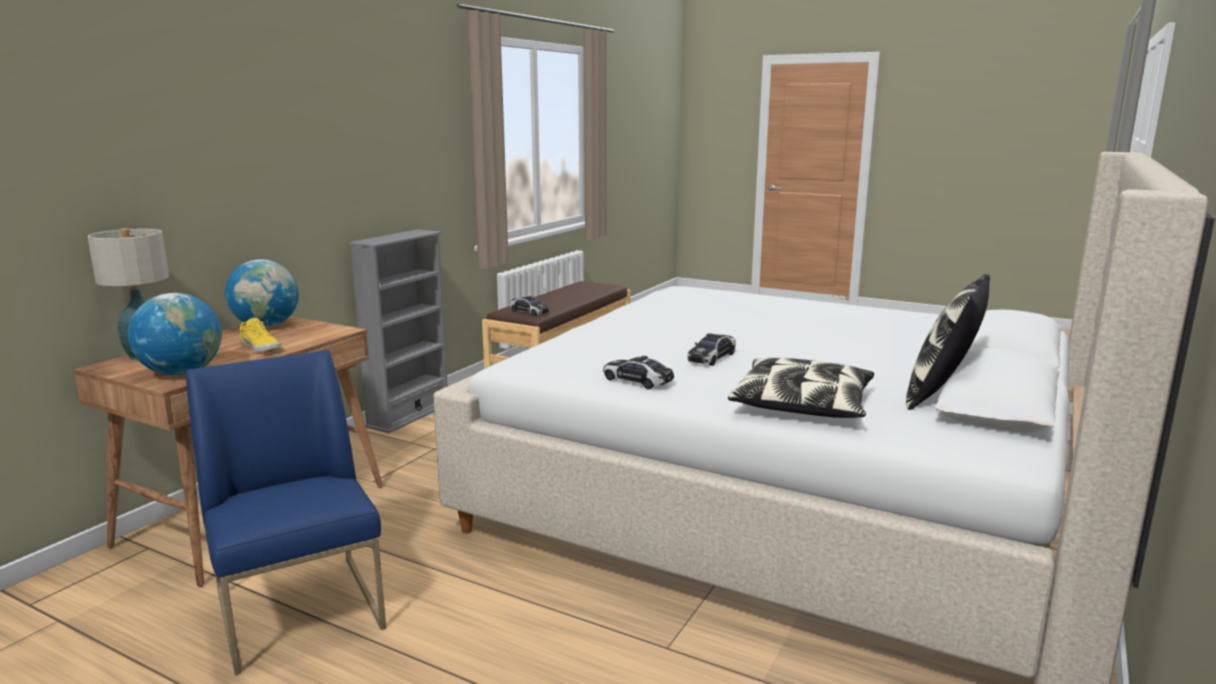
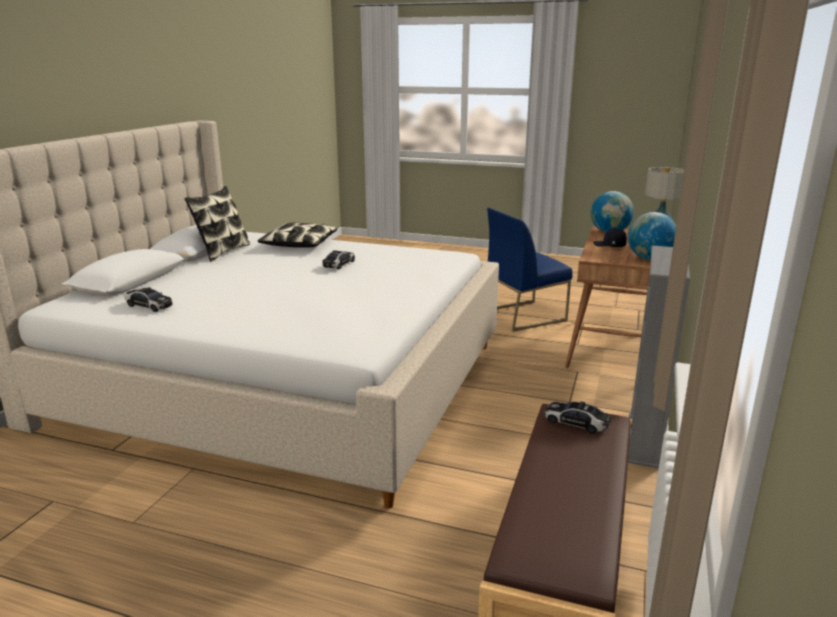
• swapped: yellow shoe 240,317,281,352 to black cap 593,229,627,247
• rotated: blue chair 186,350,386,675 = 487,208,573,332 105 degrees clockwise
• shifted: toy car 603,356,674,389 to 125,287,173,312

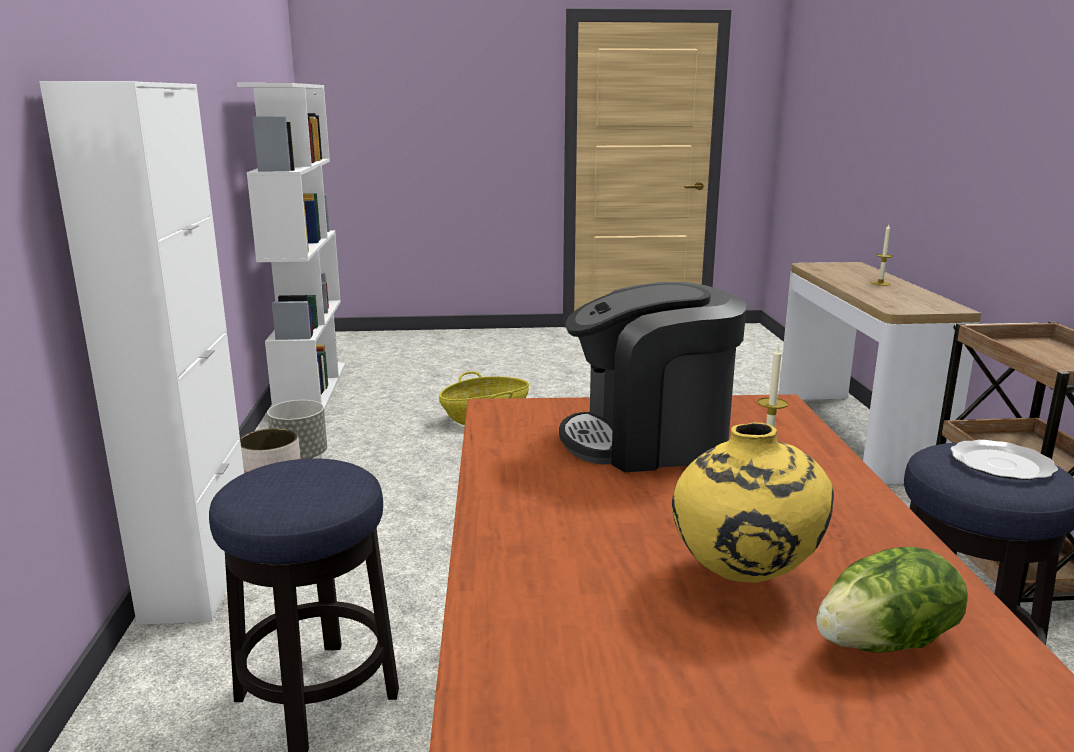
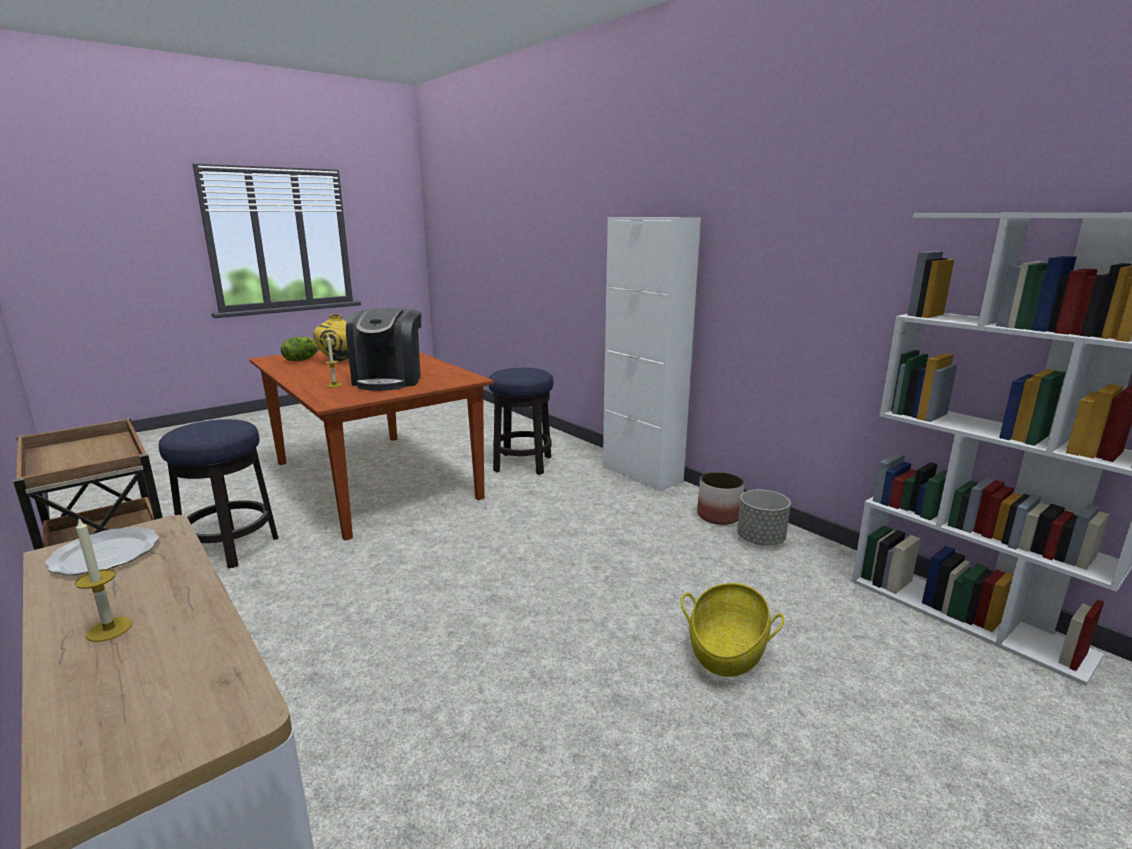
• rotated: coffee machine 559,282,746,472 = 346,308,421,391 135 degrees clockwise
• shifted: plate 950,440,1058,480 to 45,527,159,575

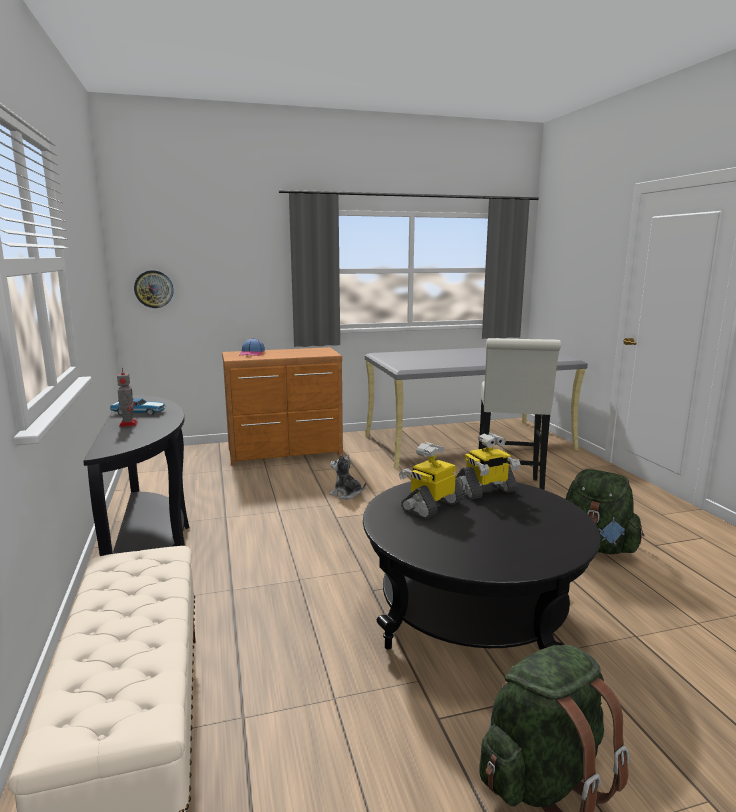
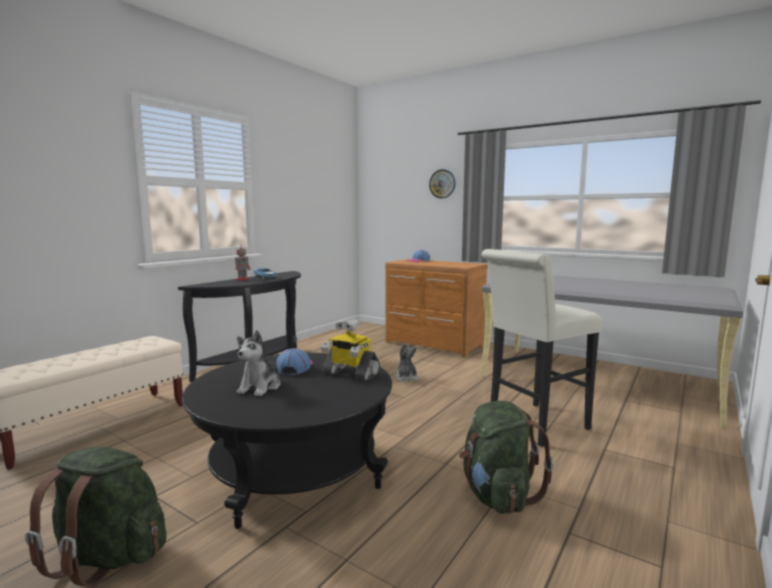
• shifted: wall clock 134,270,174,308 to 429,169,455,198
• swapped: toy robot 399,442,464,519 to cap 276,348,313,375
• new: plush toy 237,330,280,396

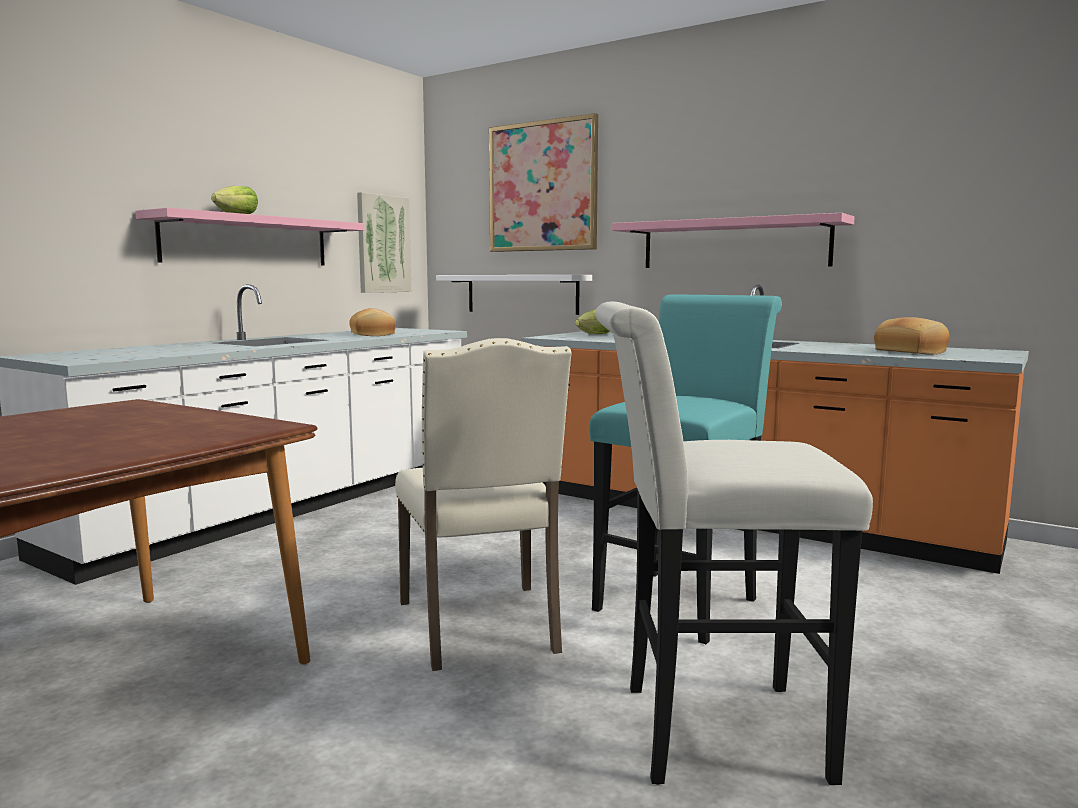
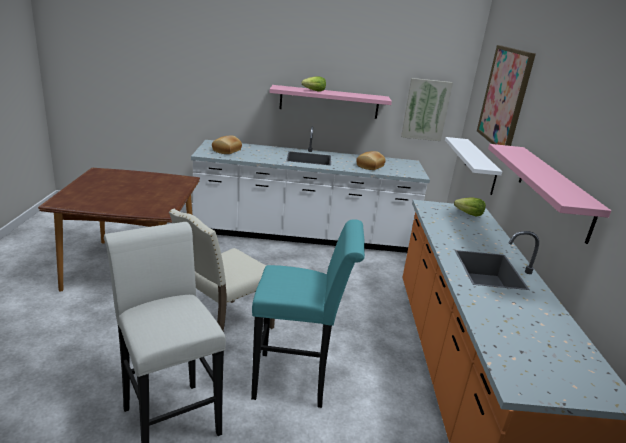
• shifted: bread 874,317,950,355 to 212,136,242,154

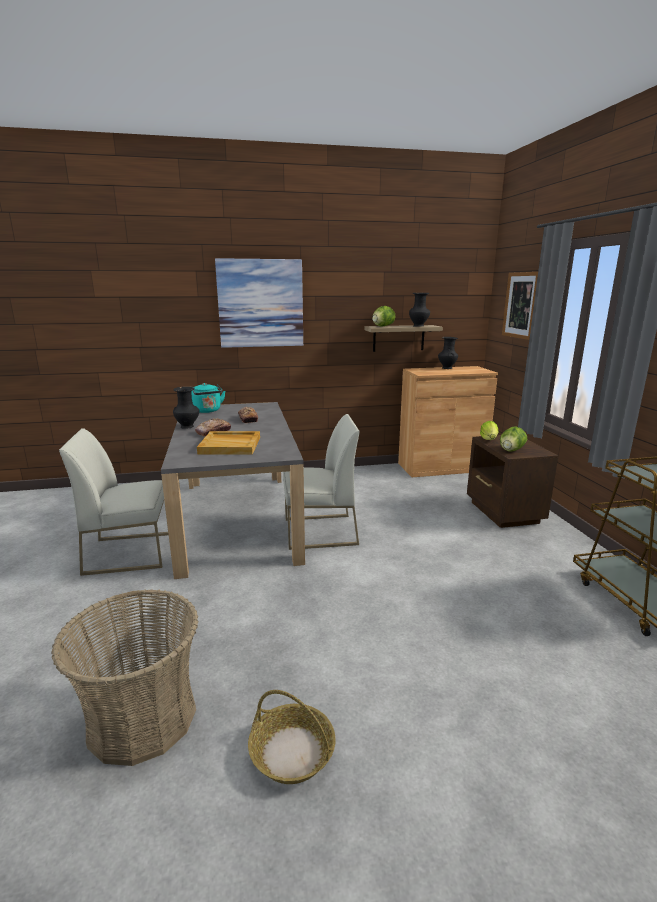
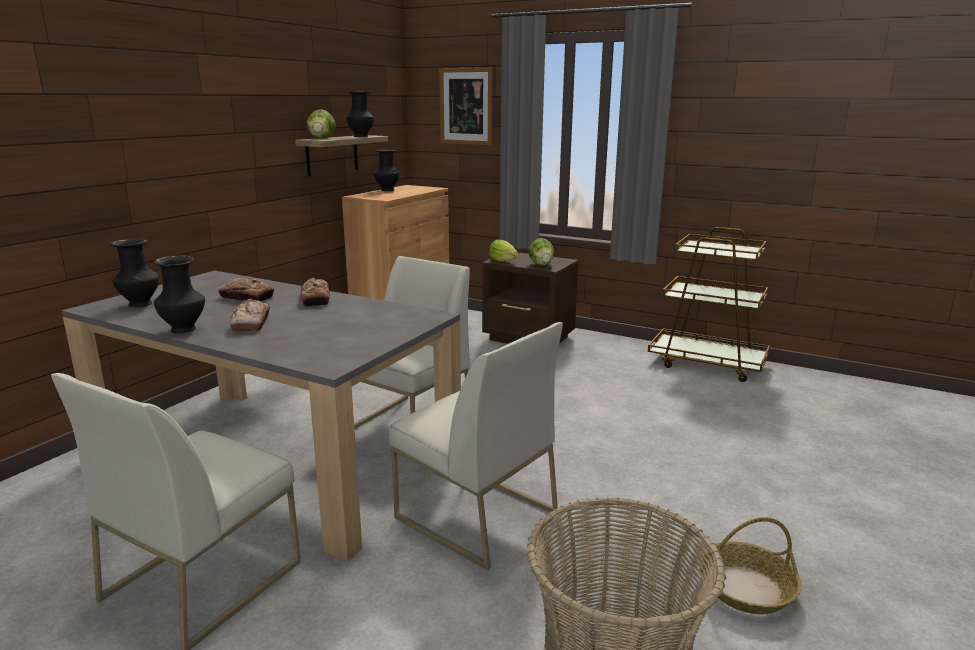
• gone: picture 215,258,303,348
• swapped: turquoise kettle 191,383,226,413 to black vase 110,238,159,307
• gone: beige tray 197,431,260,455
• new: bread 301,278,330,307
• new: white chair 389,322,563,570

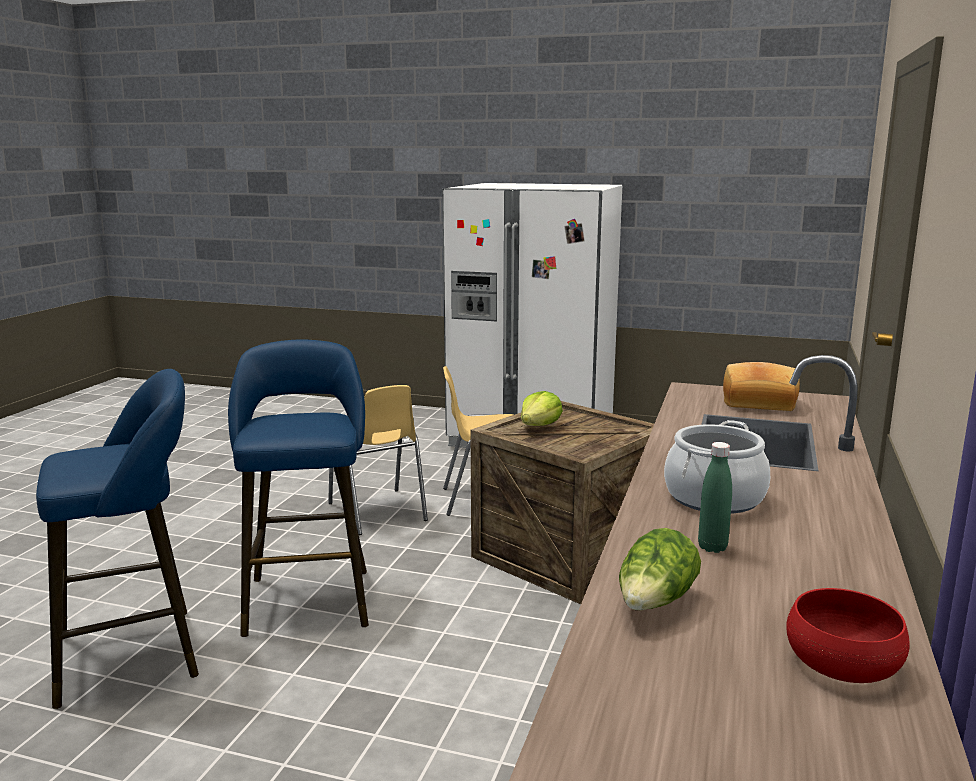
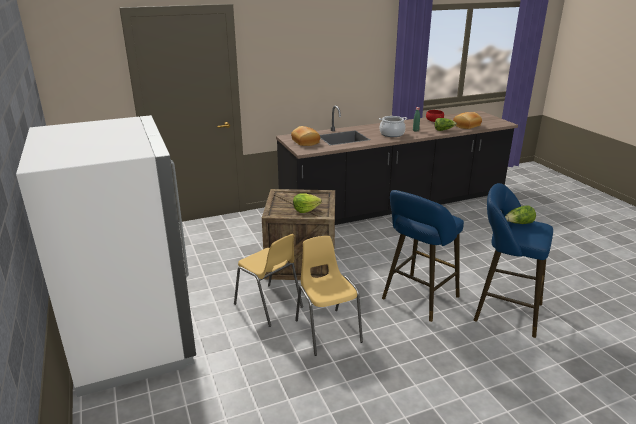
• rotated: yellow chair 328,385,428,535 = 295,236,363,356 45 degrees counterclockwise
• new: bread 453,112,482,129
• new: lettuce 505,206,536,224

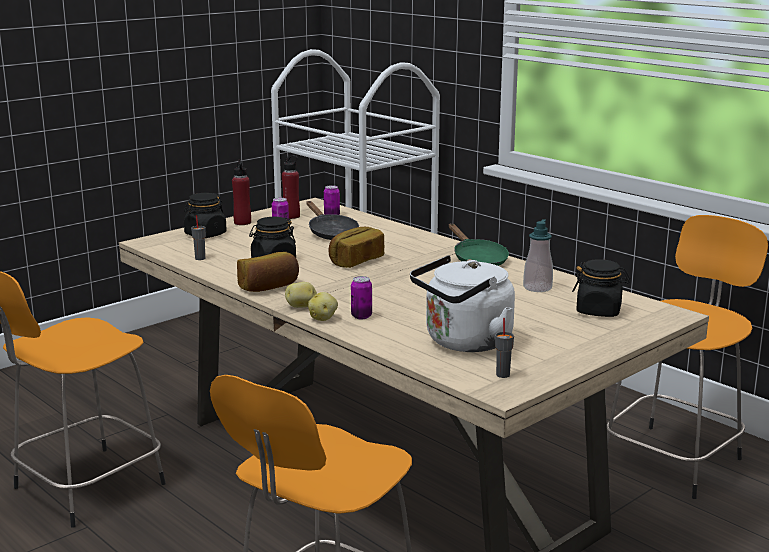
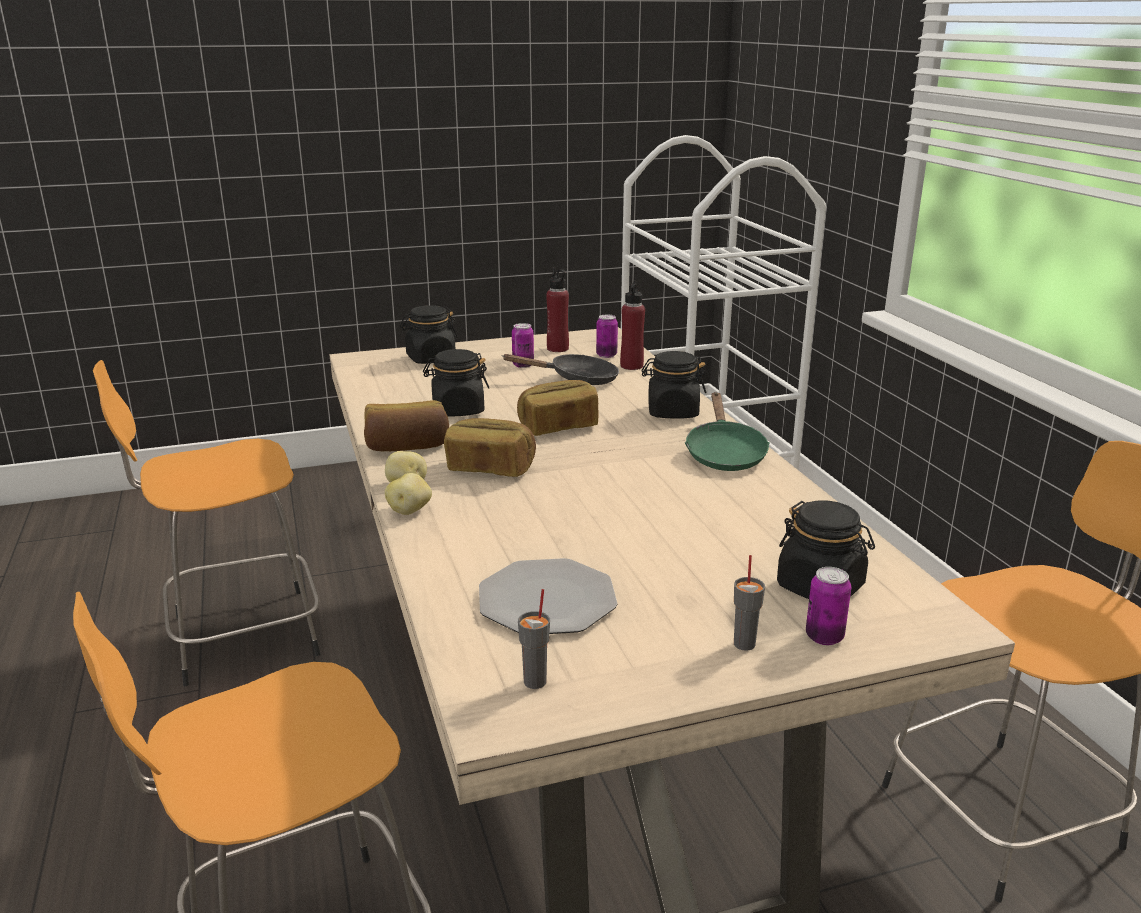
• shifted: red bottle 232,159,251,225 to 620,281,645,370
• rotated: black frying pan 306,201,359,240 = 501,354,619,385 90 degrees counterclockwise
• shifted: grey cup 191,215,206,260 to 734,555,765,651
• gone: soap dispenser 523,219,553,292
• swapped: white kettle 410,255,515,352 to plate 479,558,618,634
• shifted: can 351,276,372,319 to 806,567,851,645
• new: black jar 641,351,707,419
• new: bread 444,418,536,477

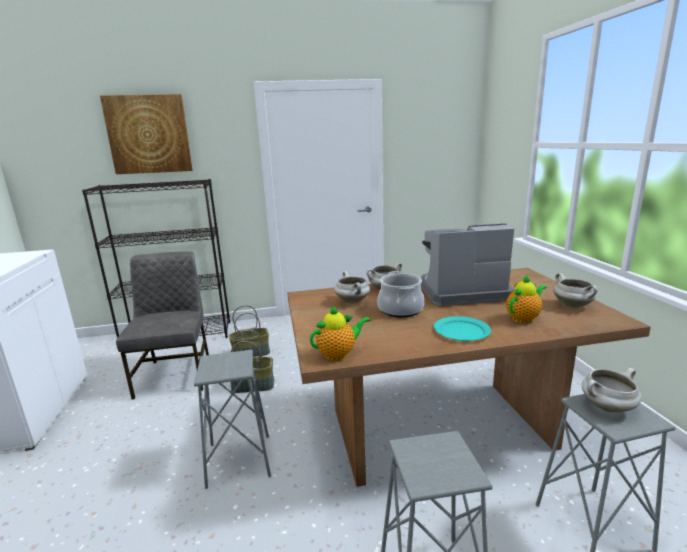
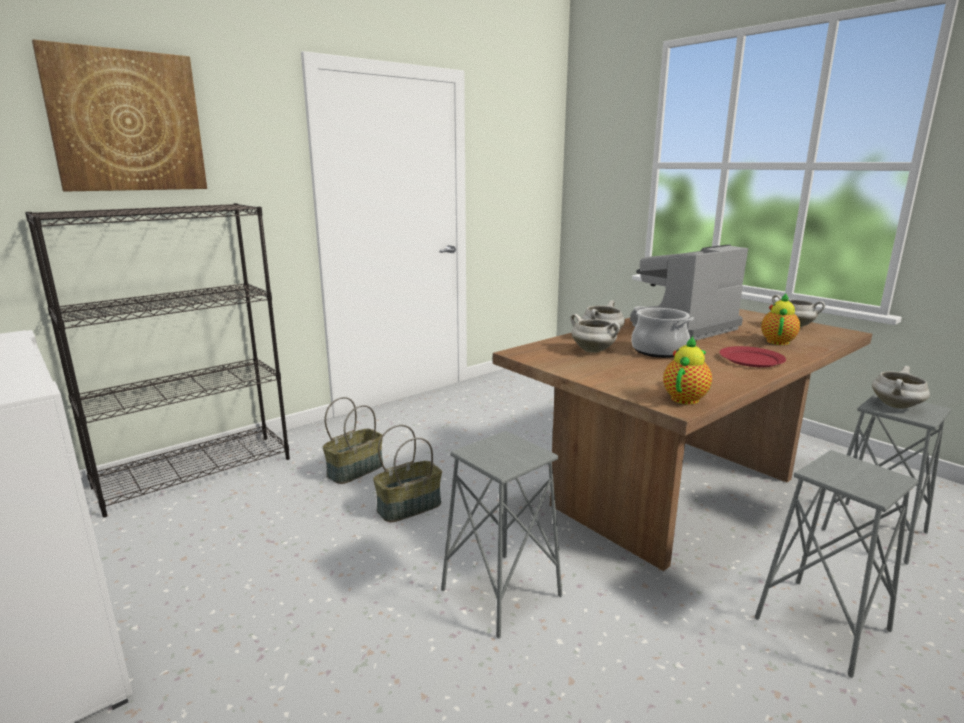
• gone: grey chair 116,251,209,400
• repainted: turquoise plate 434,316,491,341 to red plate 719,346,786,367

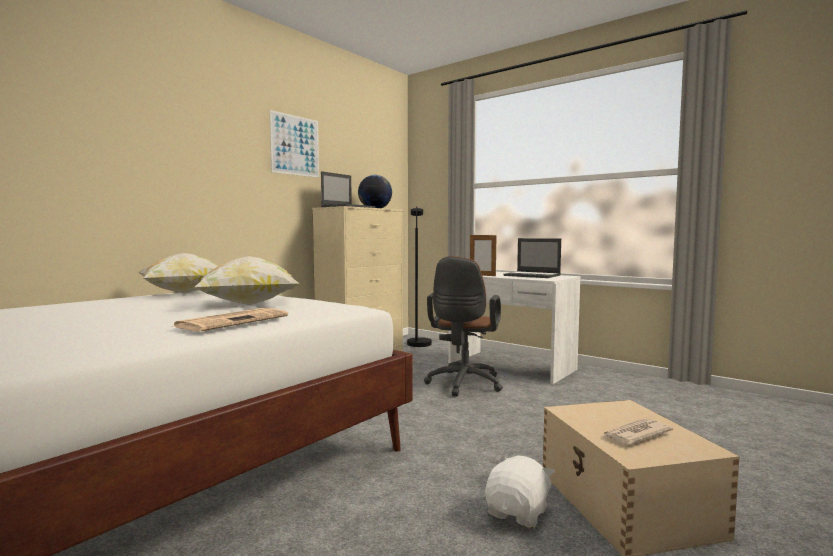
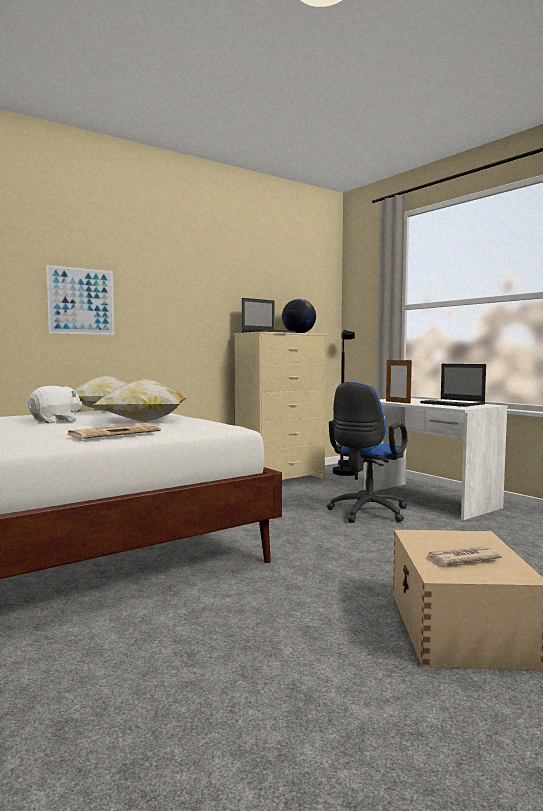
• shifted: picture 269,110,319,178 to 46,265,114,335
• repainted: brown office chair 424,256,503,396 to blue office chair 327,382,408,523
• shifted: white plush toy 485,455,555,528 to 28,386,82,423

